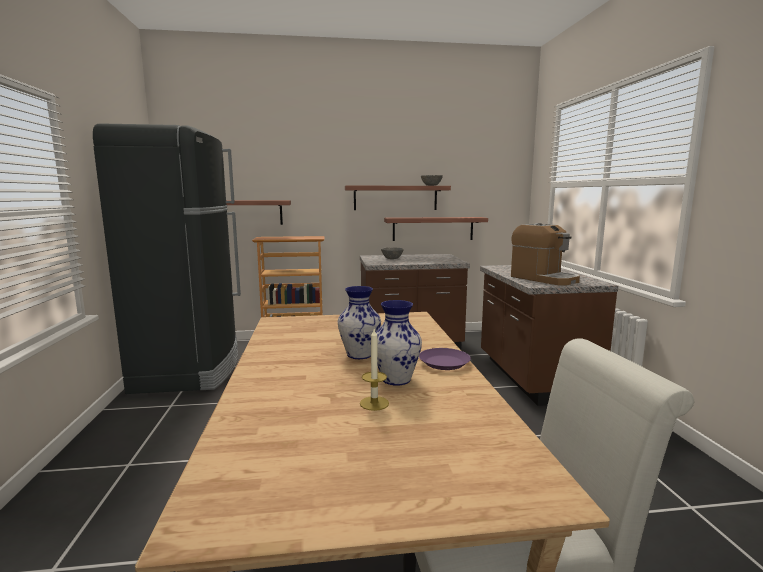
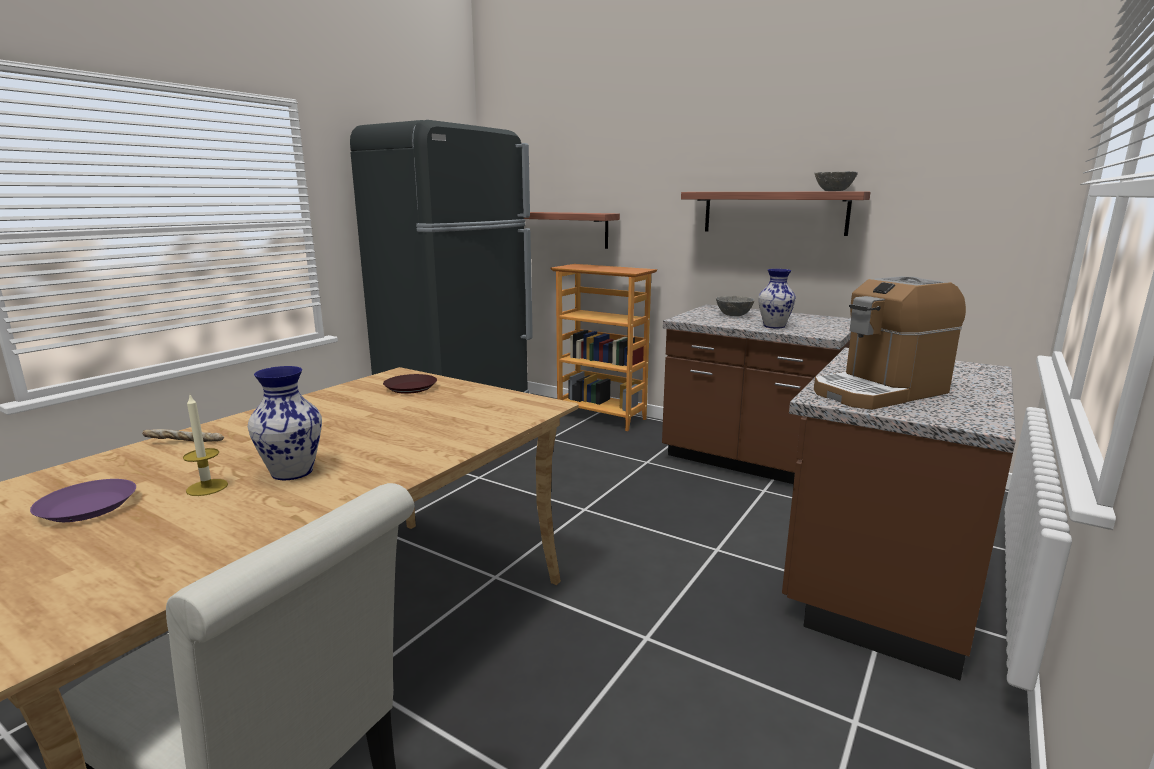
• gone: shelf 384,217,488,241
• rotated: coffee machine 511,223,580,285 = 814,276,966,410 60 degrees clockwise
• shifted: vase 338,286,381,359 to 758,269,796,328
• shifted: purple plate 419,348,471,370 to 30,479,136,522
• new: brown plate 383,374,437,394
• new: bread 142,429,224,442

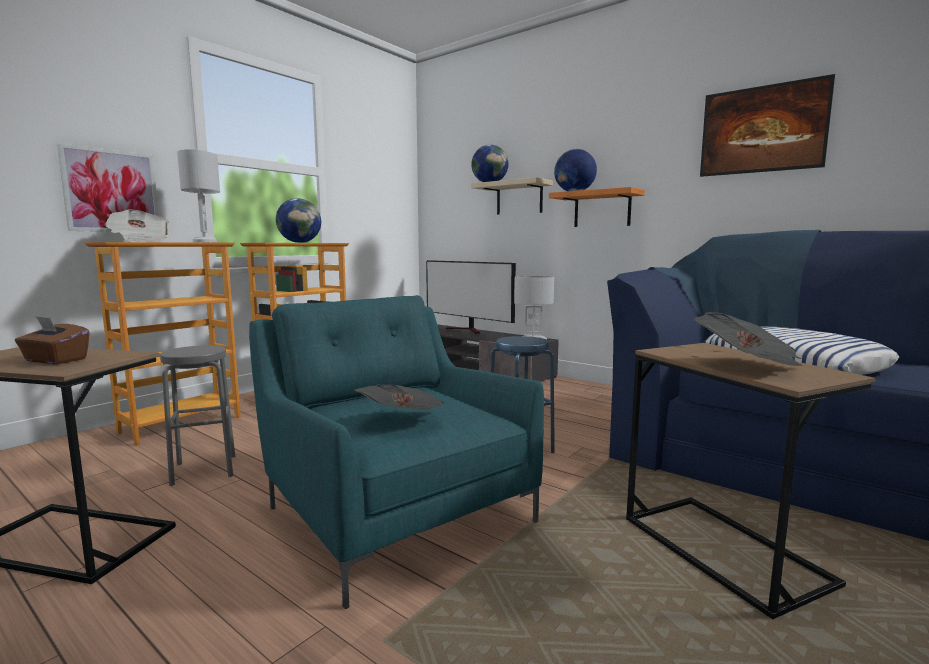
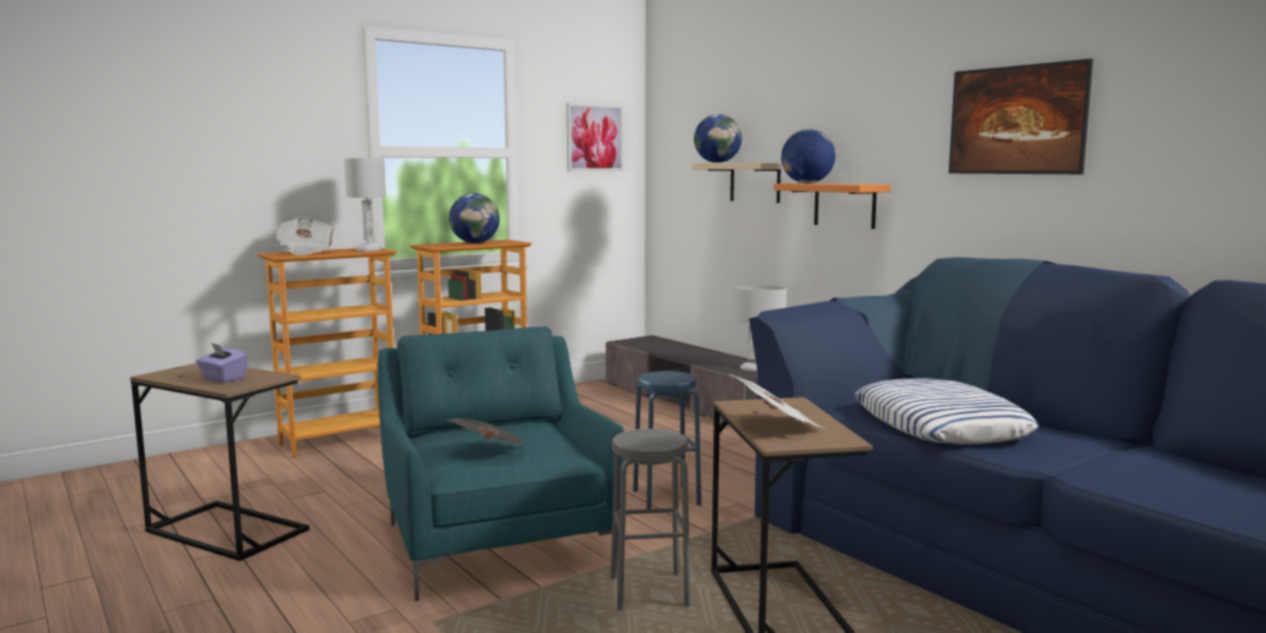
• shifted: picture 57,143,159,232 to 567,103,623,171
• gone: television 426,260,516,334
• repainted: brown tissue box 15,316,90,364 to purple tissue box 196,343,248,383
• shifted: grey stool 160,345,235,486 to 611,429,691,611

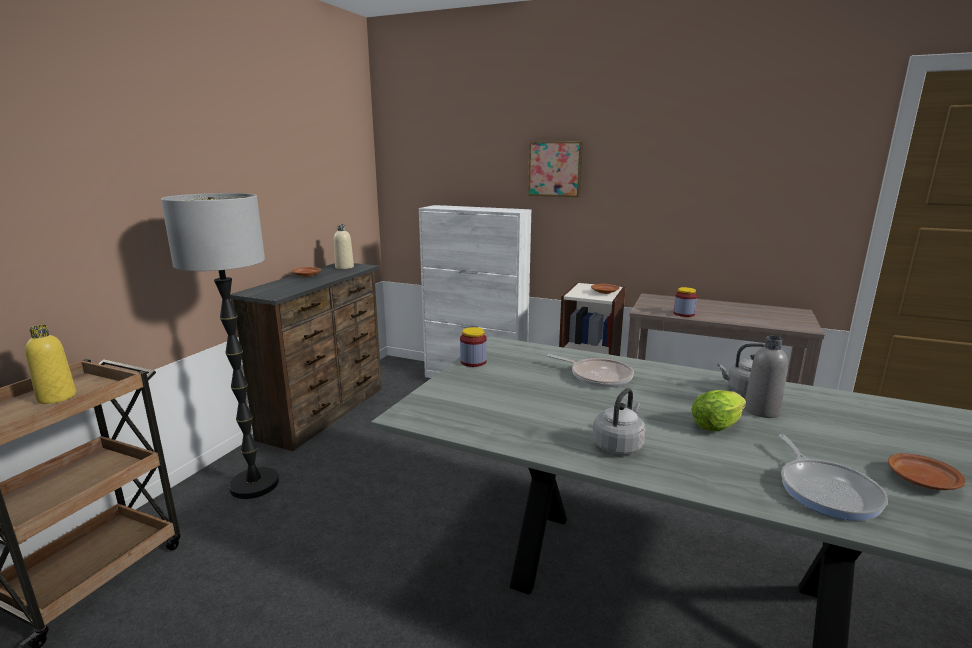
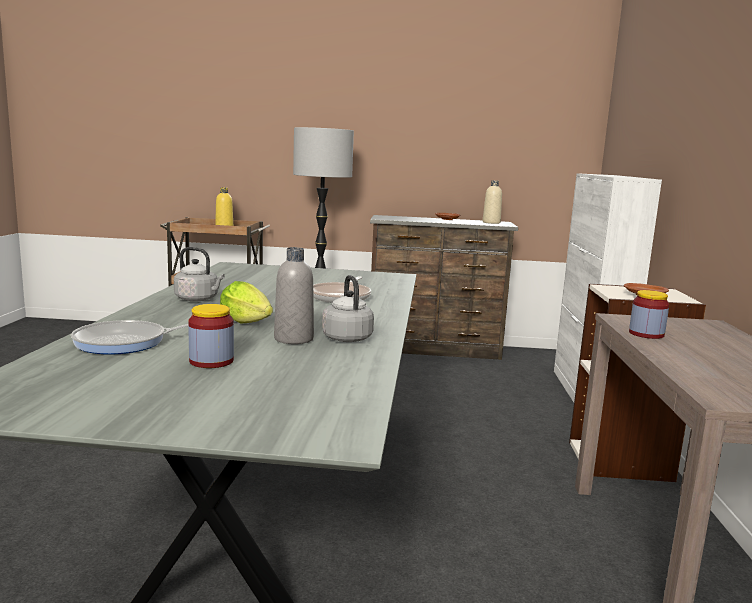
• gone: picture 528,141,583,197
• shifted: jar 460,327,487,367 to 188,304,234,368
• gone: brown plate 888,453,966,490

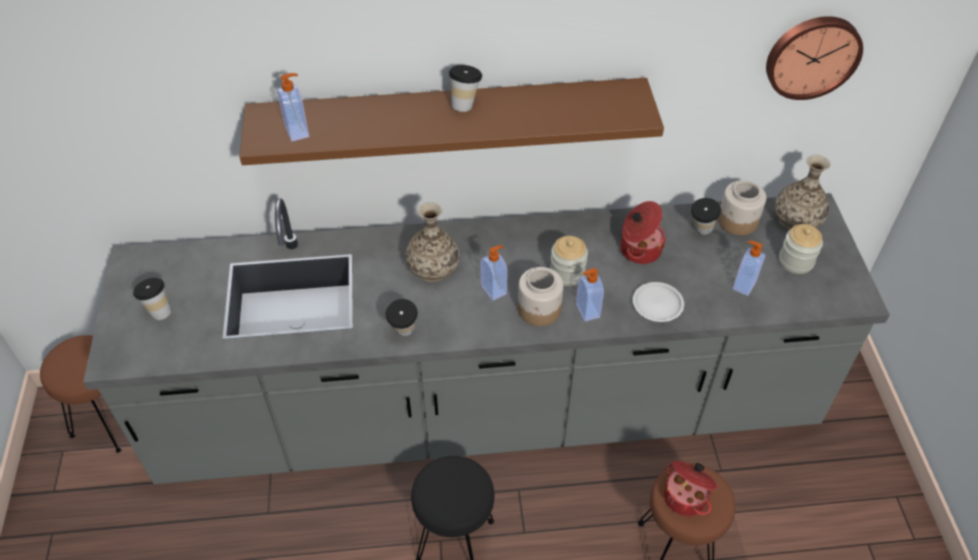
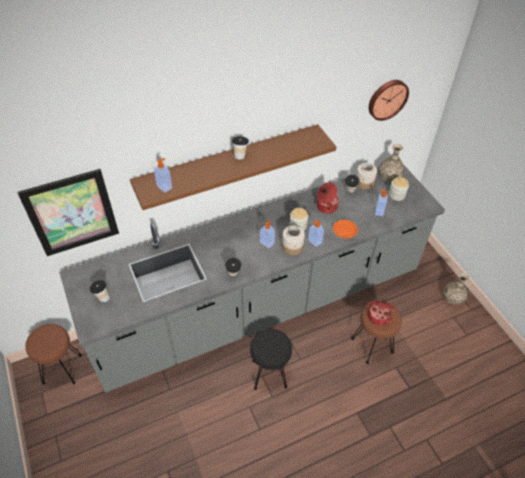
• shifted: vase 405,202,460,282 to 444,273,469,304
• repainted: white plate 633,282,684,322 to orange plate 333,220,358,238
• new: picture 17,169,119,256

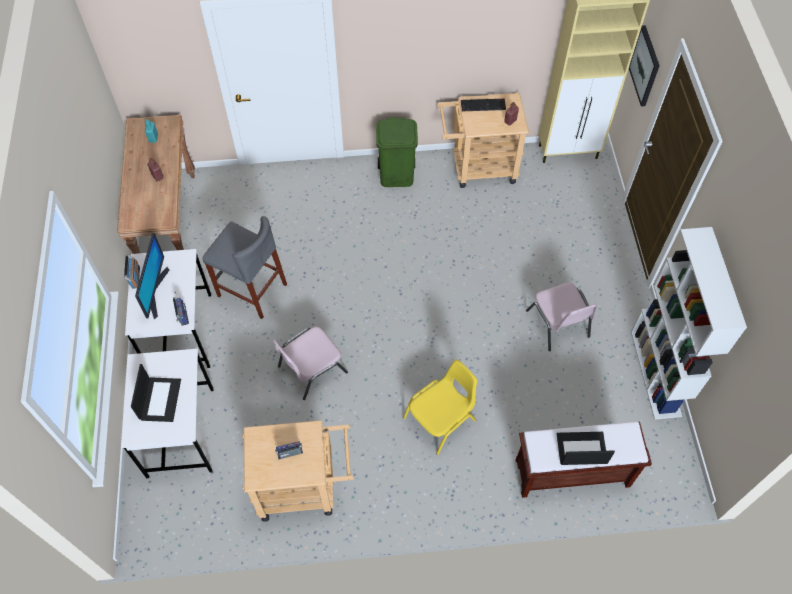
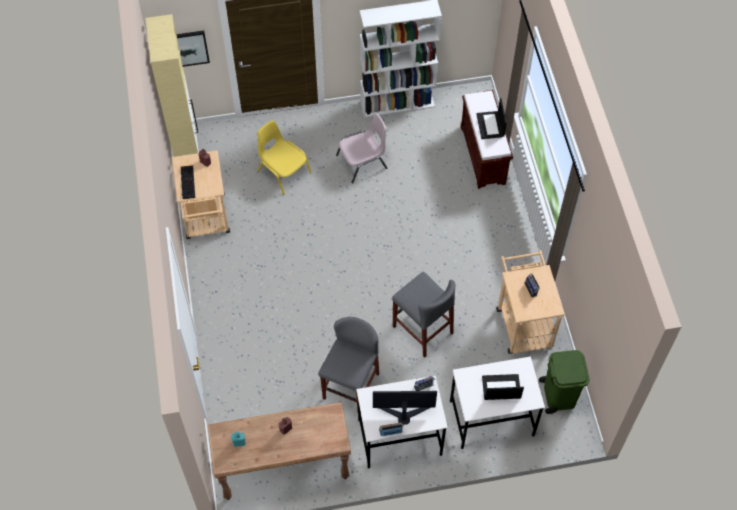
• shifted: green trash can 376,117,418,187 to 539,350,589,414
• swapped: pink chair 272,327,348,400 to grey stool 392,272,456,358
• shifted: yellow chair 403,359,477,455 to 257,120,312,195

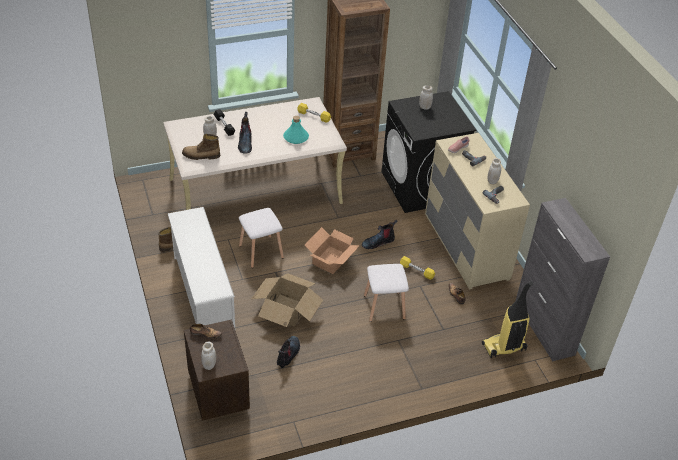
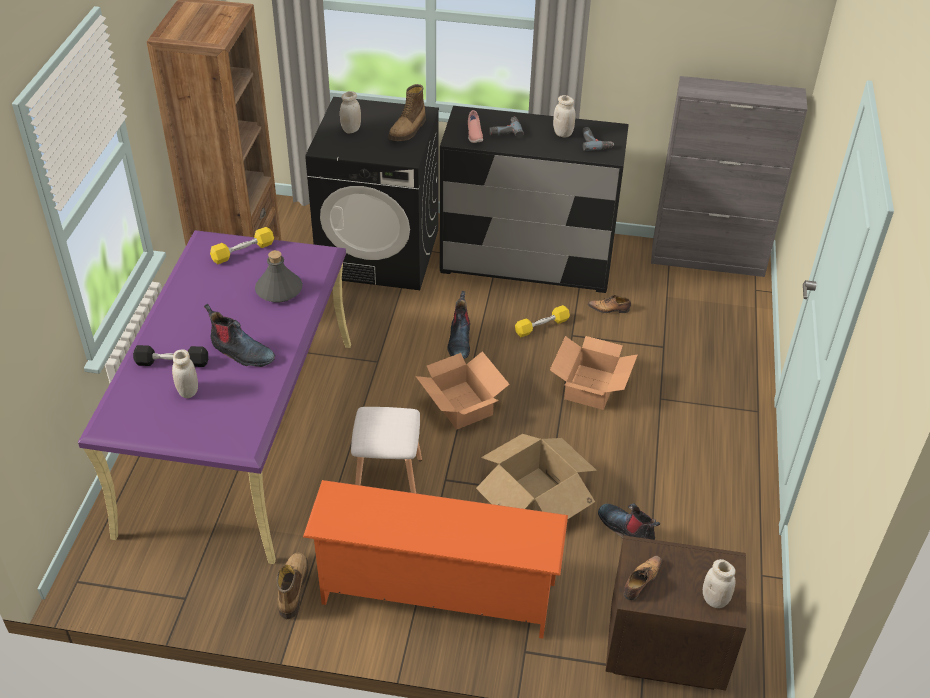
• repainted: beige desk 163,97,347,210 to purple desk 78,230,351,564
• repainted: turquoise bottle 283,116,309,144 to grey bottle 255,250,303,302
• repainted: beige dresser 425,133,530,289 to black dresser 440,106,629,293
• shifted: boot 182,134,221,160 to 388,84,426,141
• repainted: white shoe rack 168,207,235,328 to orange shoe rack 303,480,568,639
• swapped: white stool 364,264,409,322 to cardboard box 550,336,638,410
• gone: vacuum cleaner 482,281,533,358

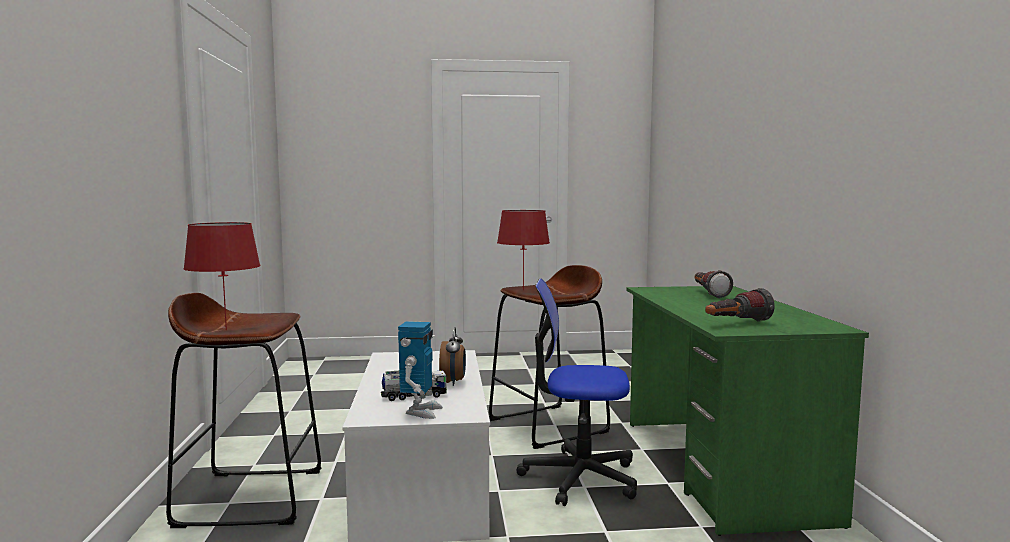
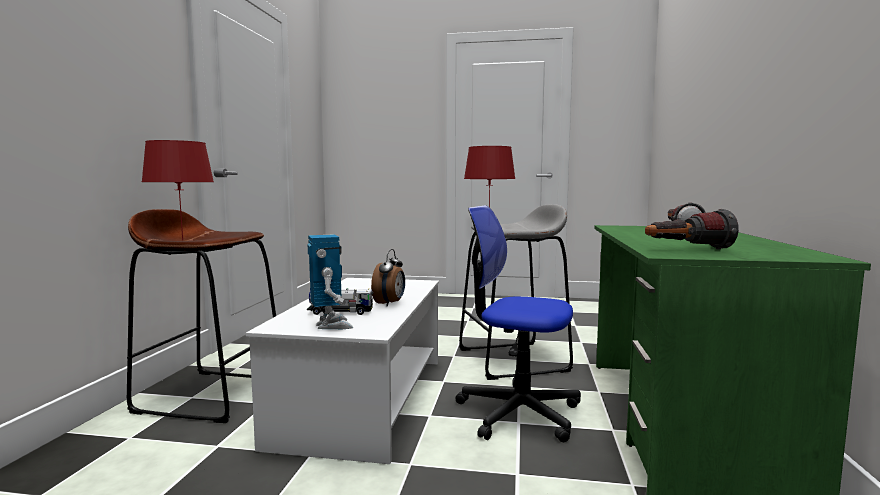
• repainted: brown stool 489,265,610,449 to grey stool 459,204,573,380
• rotated: toy robot 398,321,443,419 = 308,234,353,329 45 degrees counterclockwise

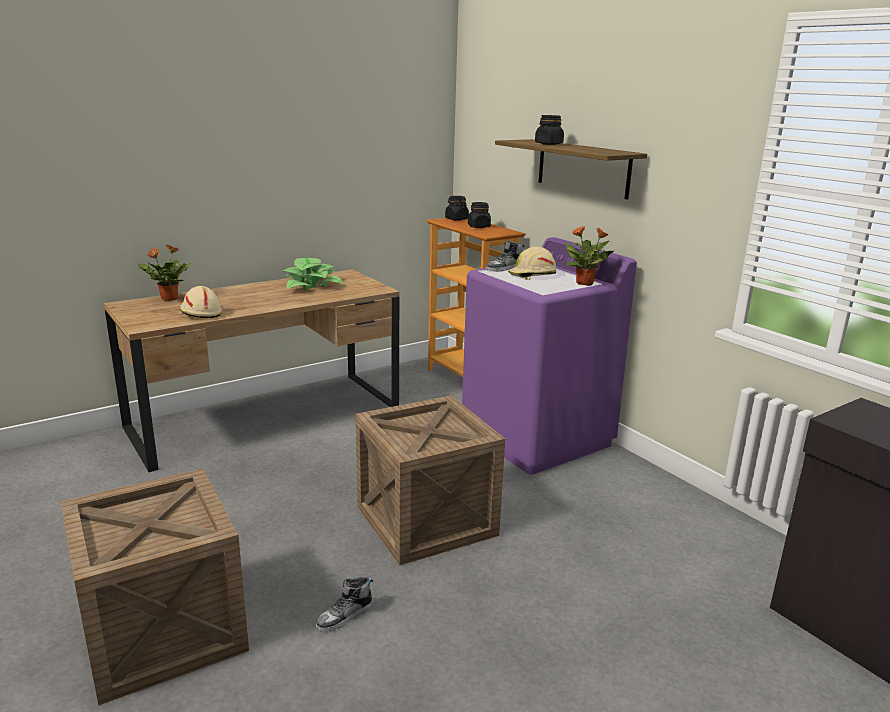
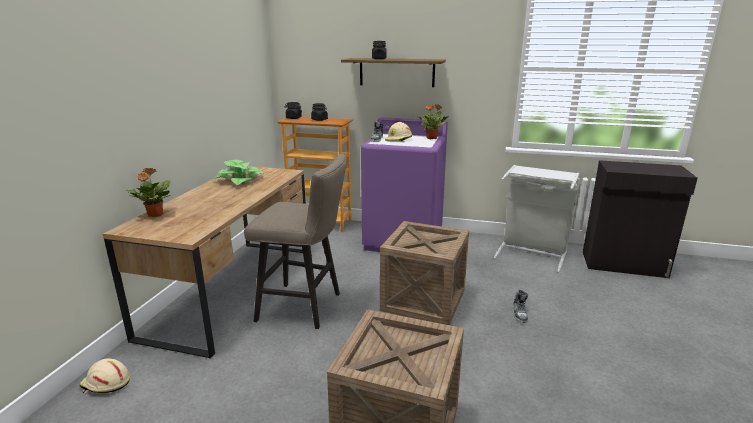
• shifted: beige hard hat 179,286,222,318 to 80,358,130,394
• shifted: shoe 316,577,373,632 to 513,290,528,323
• new: beige stool 244,154,347,329
• new: grey laundry basket 494,165,580,273

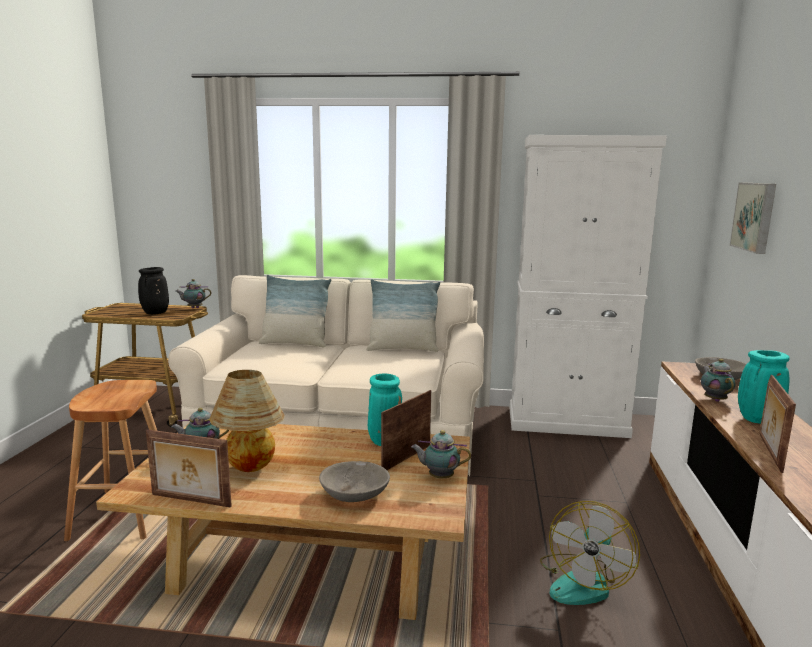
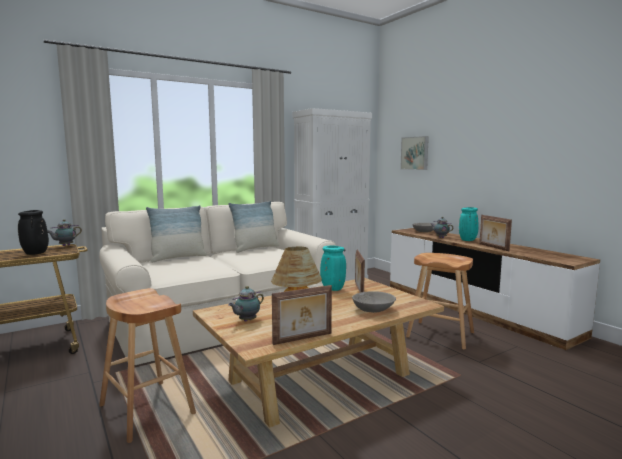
• gone: teapot 411,430,471,478
• swapped: fan 540,501,640,605 to brown stool 406,253,474,350

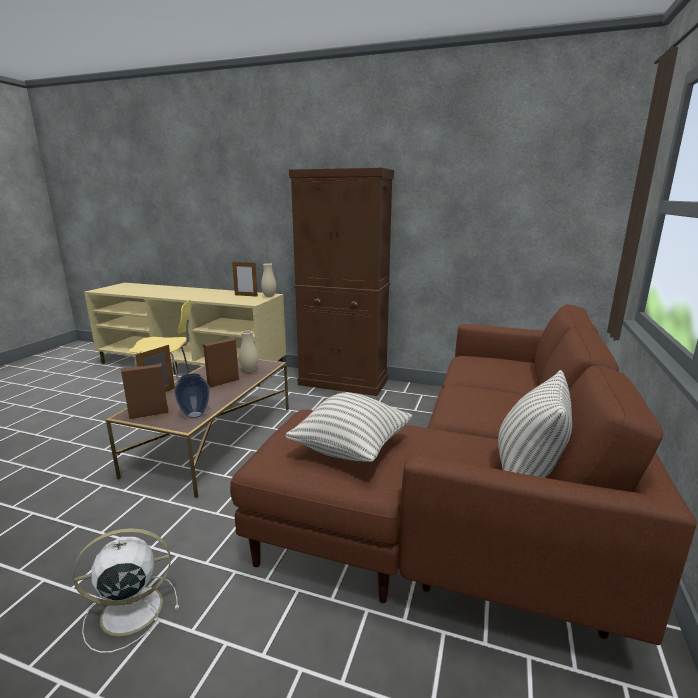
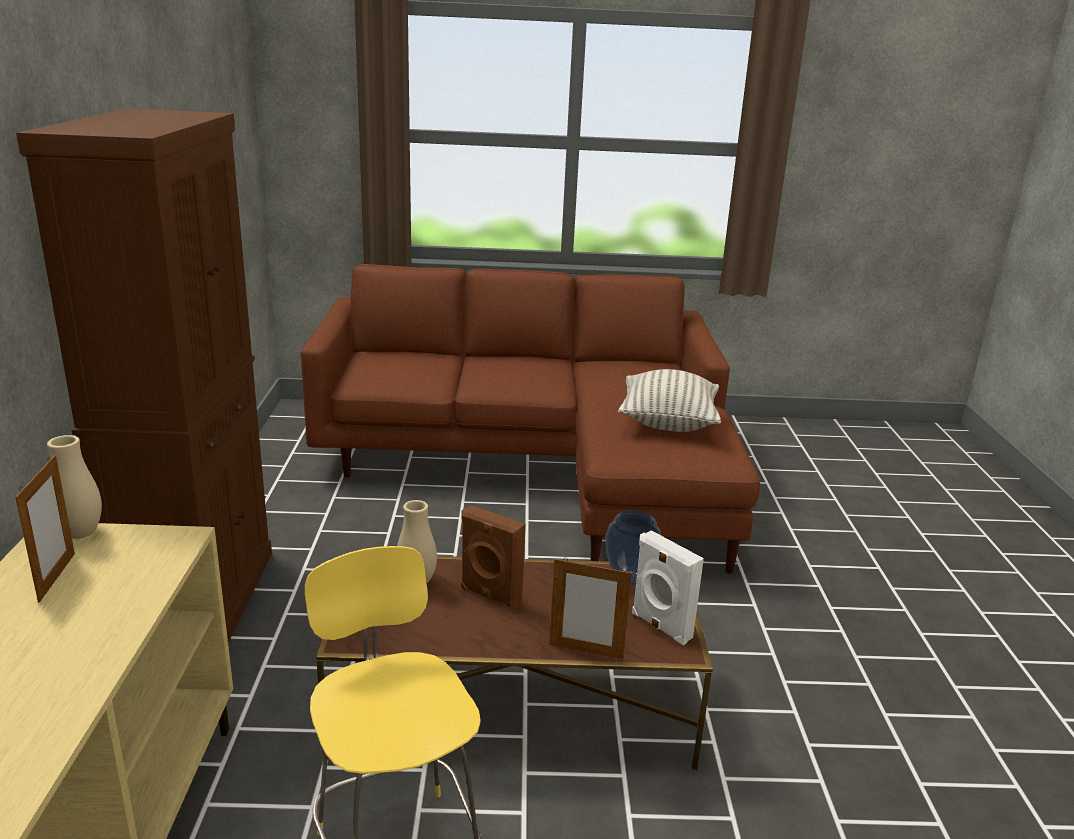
• repainted: brown speaker 121,363,169,419 to white speaker 632,530,704,645
• gone: pillow 498,370,572,478
• gone: white fan 73,528,179,653

